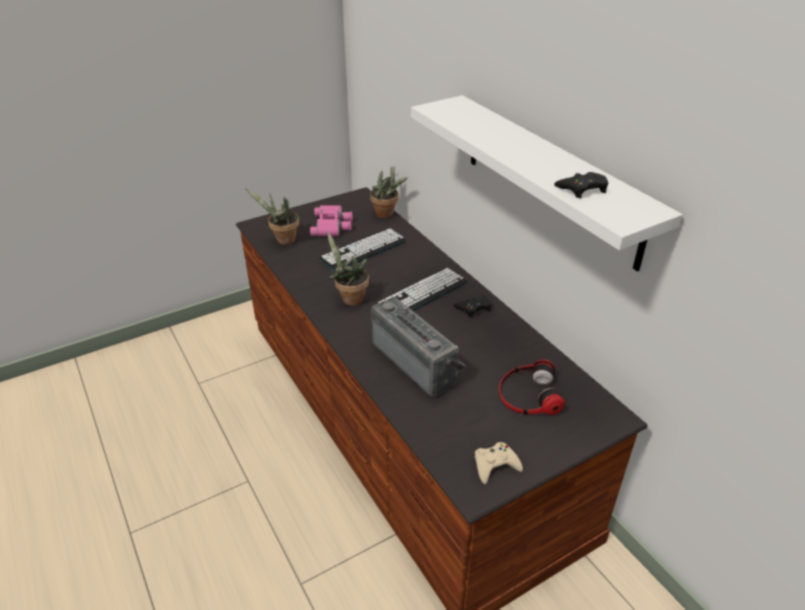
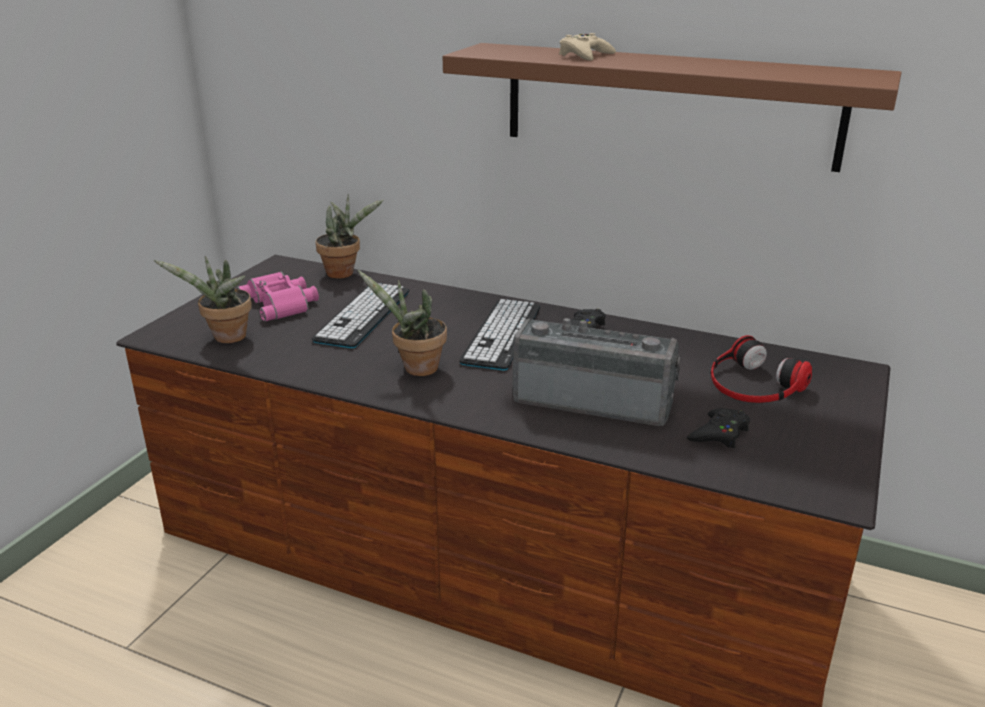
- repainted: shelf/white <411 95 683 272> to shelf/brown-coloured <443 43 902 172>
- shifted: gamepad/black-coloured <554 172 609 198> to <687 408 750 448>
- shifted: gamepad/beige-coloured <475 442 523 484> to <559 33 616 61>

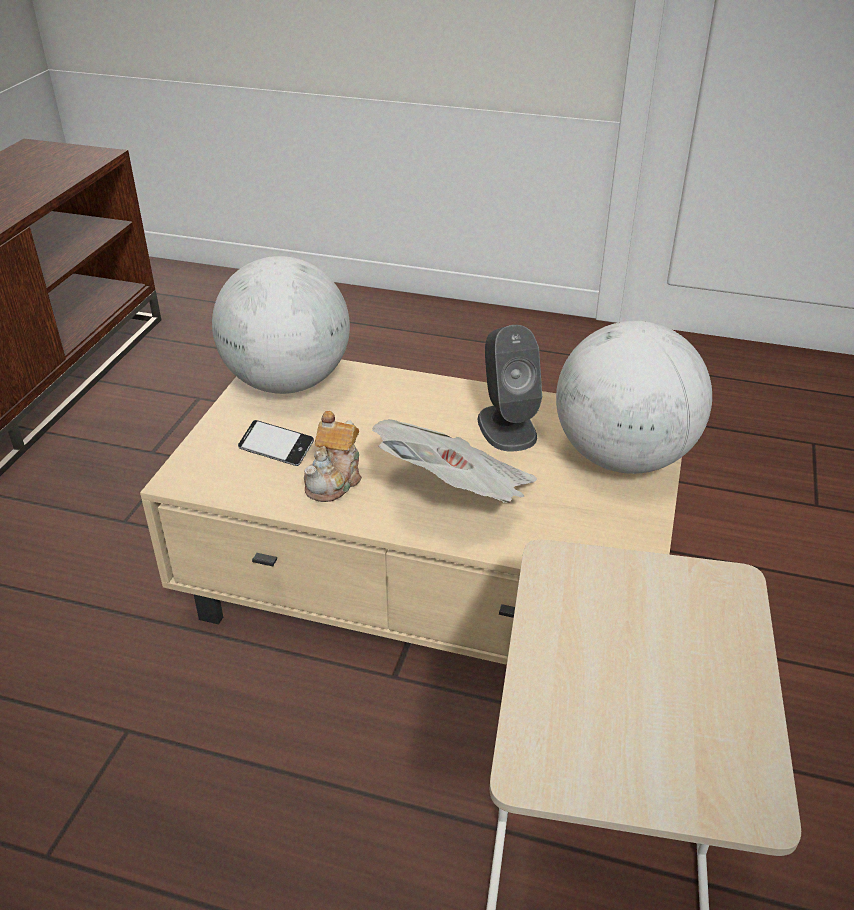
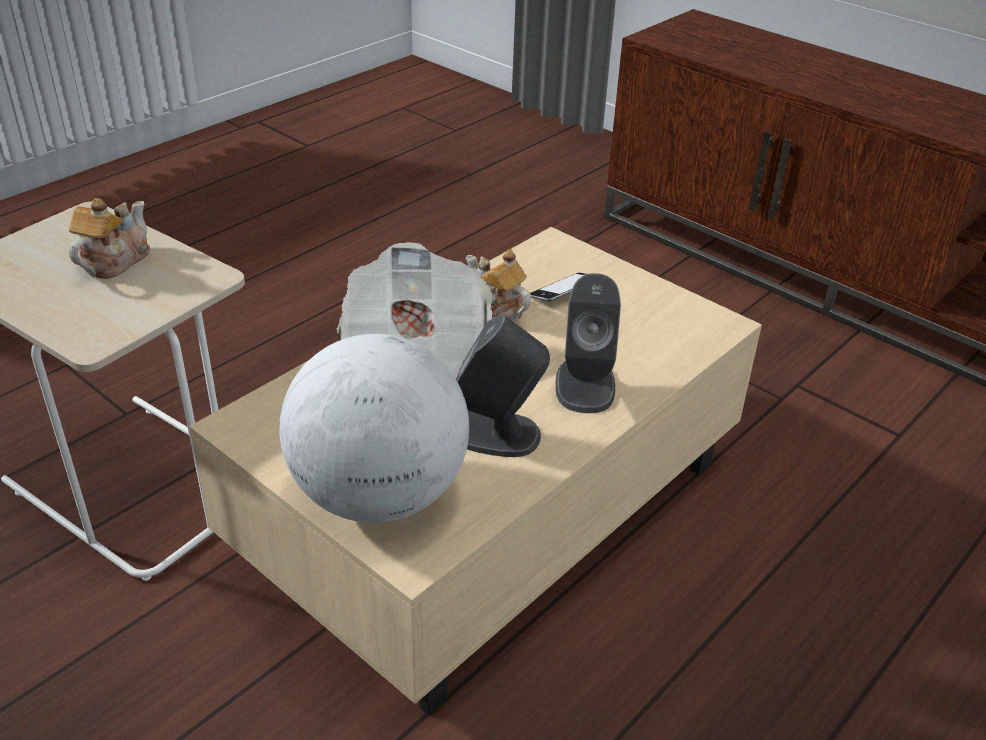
- gone: desk globe <212 256 350 394>
- new: tea pot <69 198 150 279>
- new: audio speaker/gray <555 273 621 413>

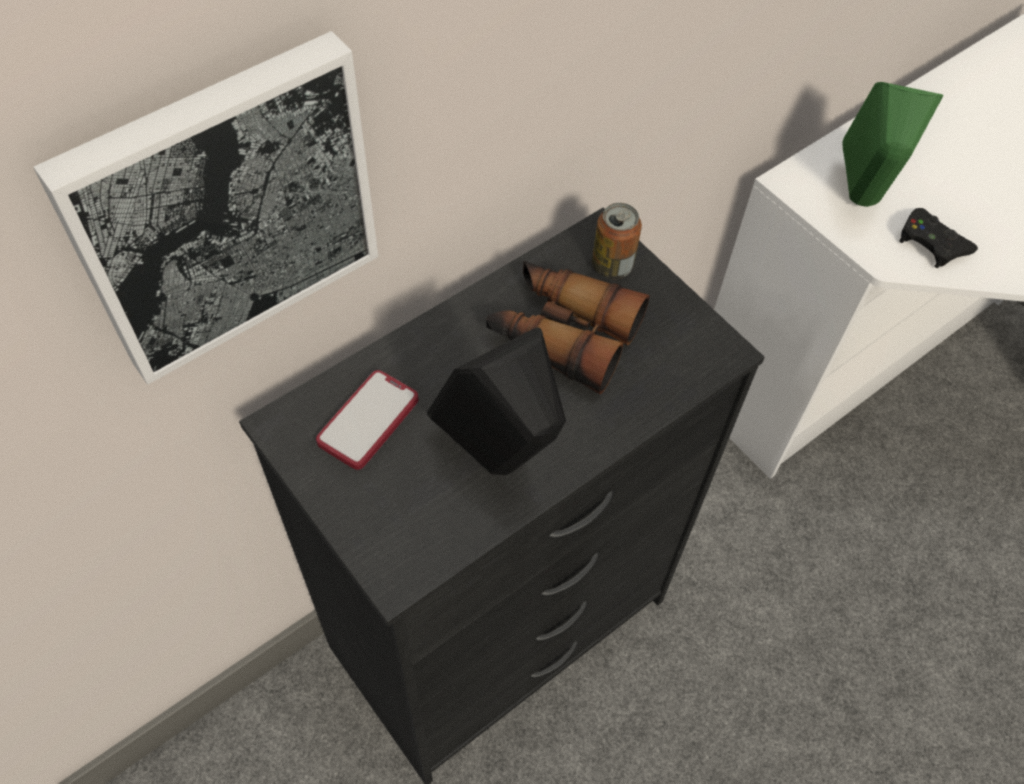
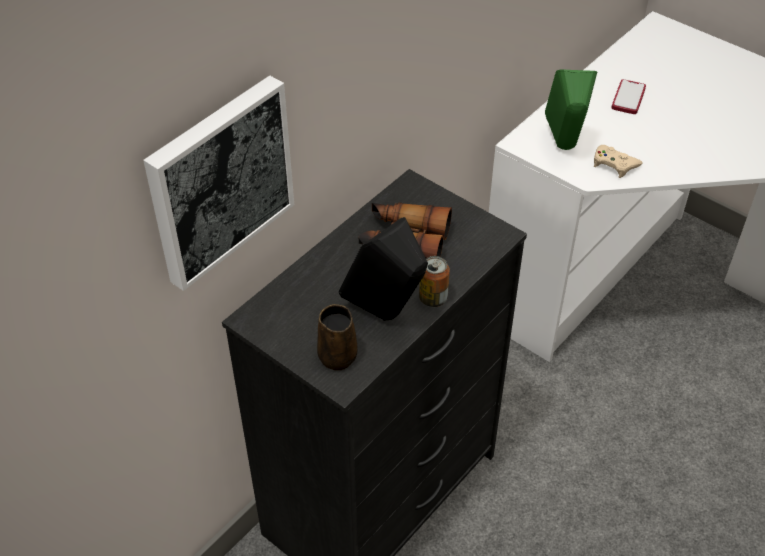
- shifted: sealed can <592 203 642 279> to <419 256 450 307>
- repainted: gamepad/black-coloured <899 208 978 268> to gamepad/beige-coloured <594 145 642 178>
- shifted: handset <316 370 418 470> to <611 79 646 114>
- new: mug/brown-coloured <317 304 358 370>

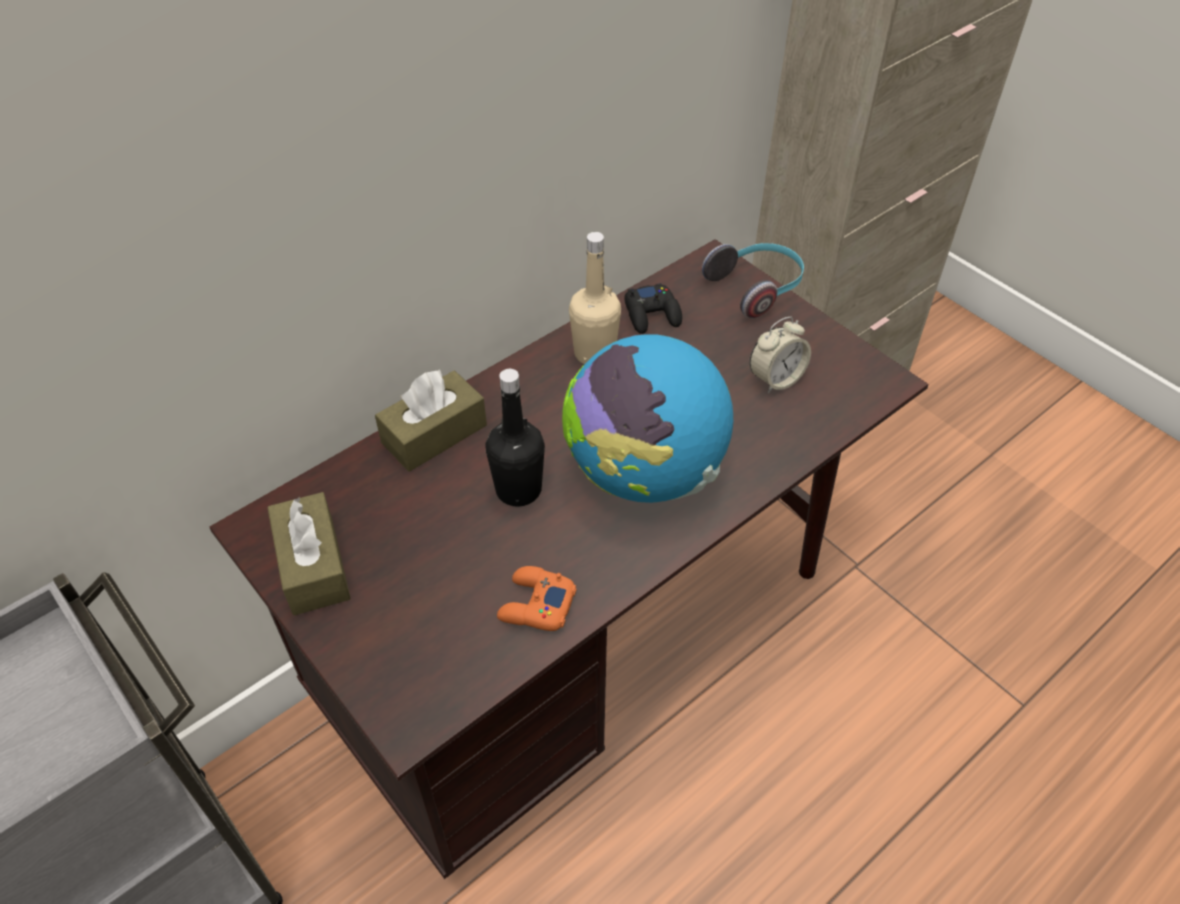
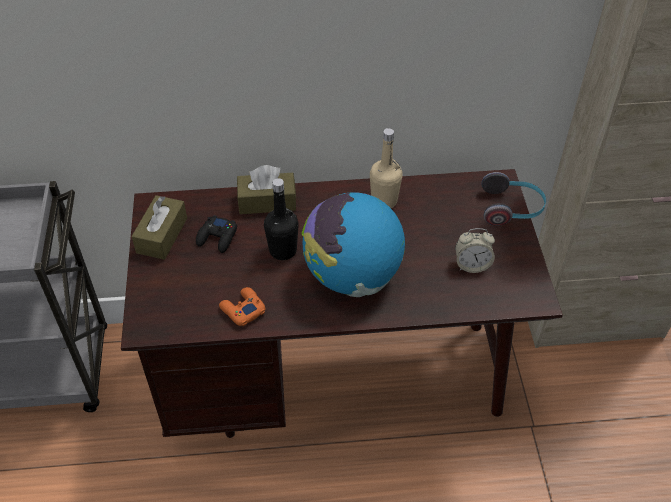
- shifted: gamepad/black-coloured <625 283 682 334> to <196 215 237 253>

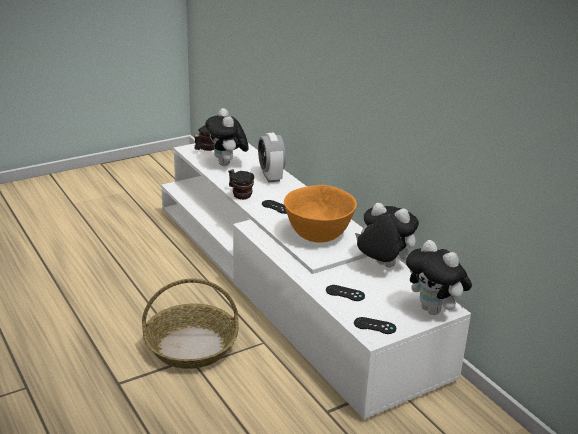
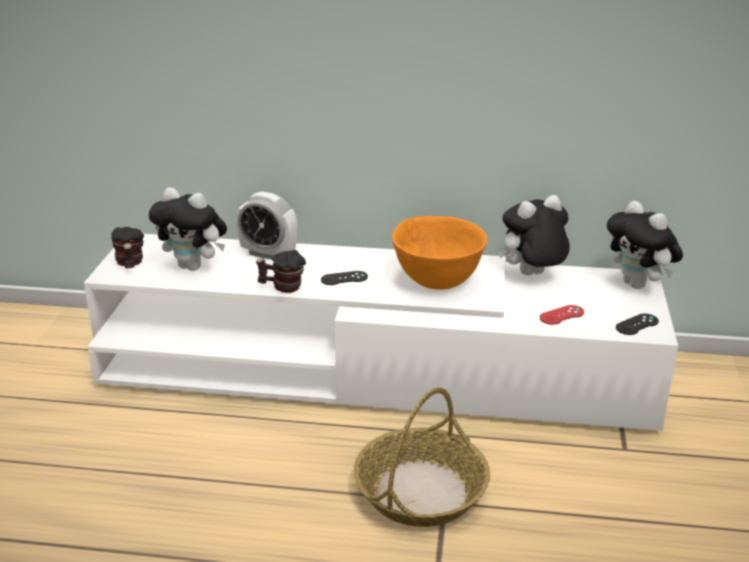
- rotated: cuddly toy <406 240 472 315> = <607 201 683 289> 60 degrees clockwise
- repainted: gamepad/black-coloured <326 285 365 301> to gamepad/red <540 305 584 325>

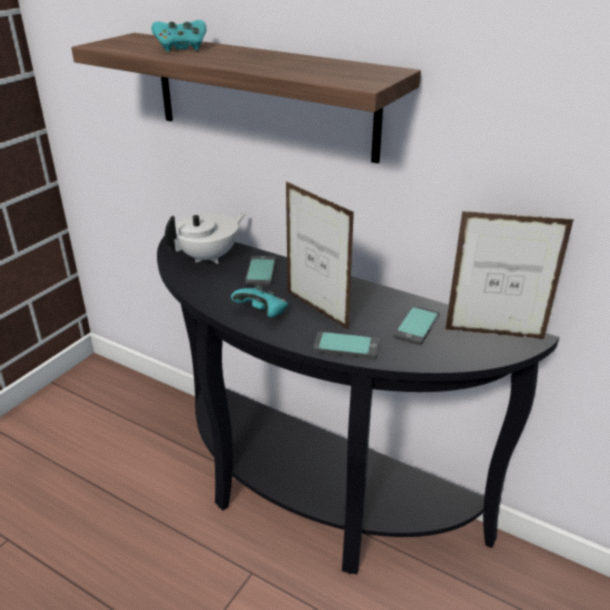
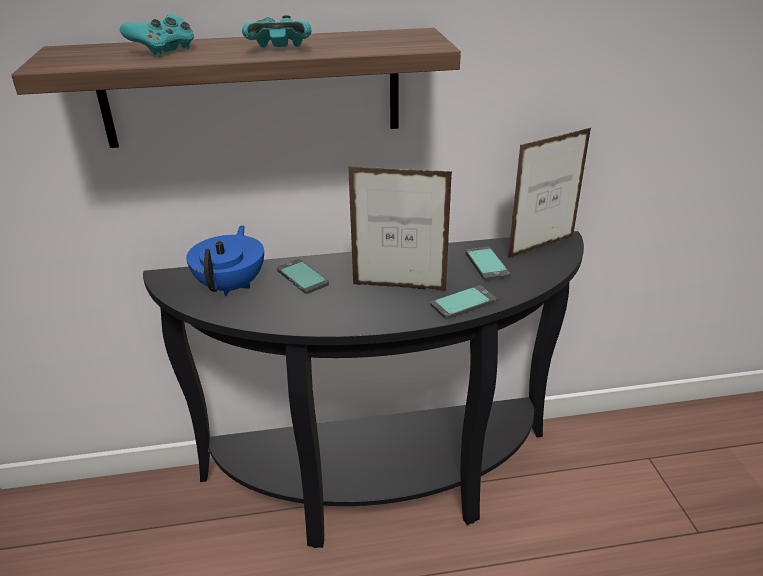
- repainted: tea pot/white <165 212 246 264> to tea pot/blue <186 225 264 296>
- shifted: gamepad/turquoise-coloured <231 285 288 317> to <242 15 311 48>

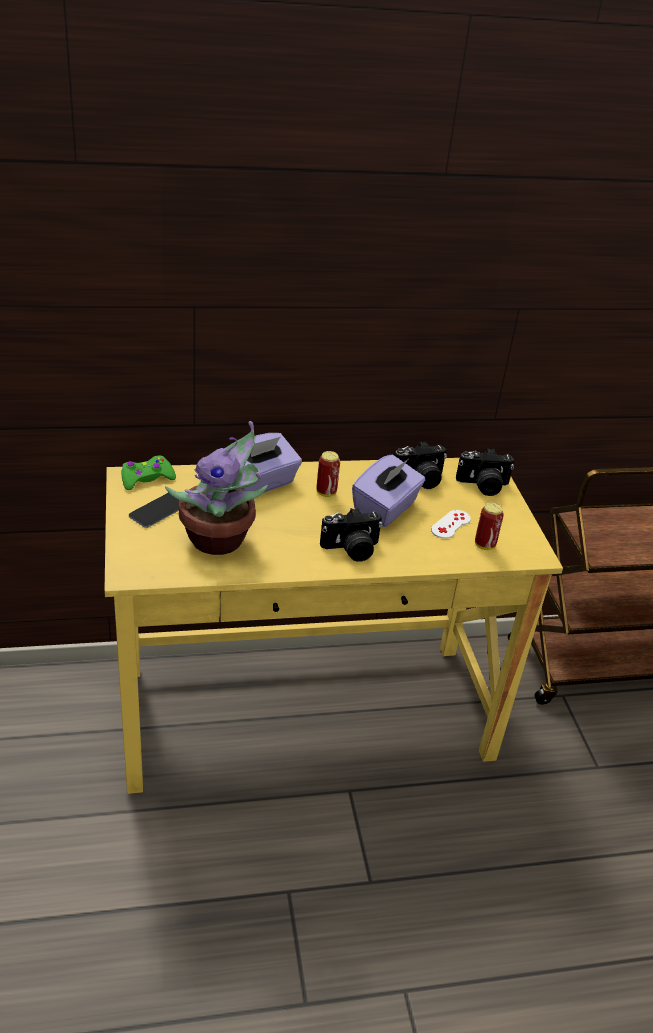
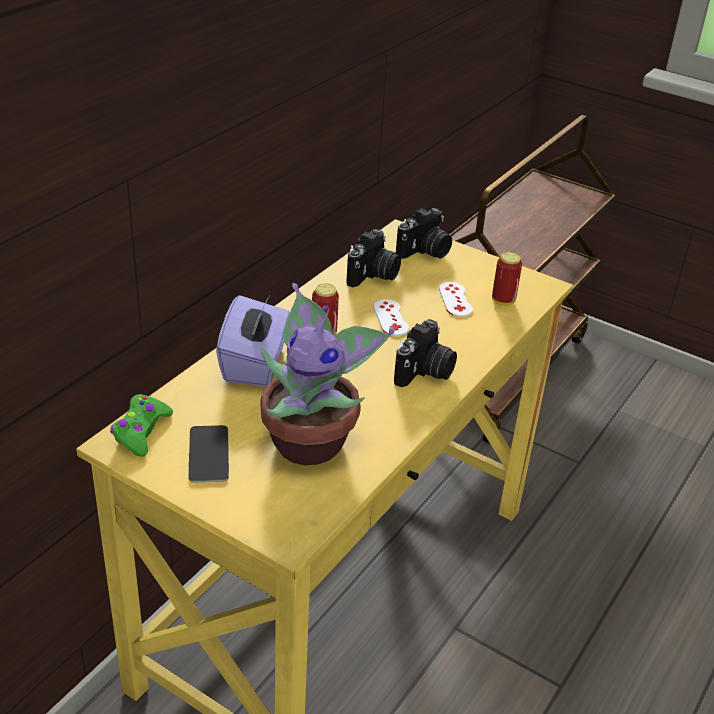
- swapped: box of tissues/purple-coloured <352 455 426 527> to gamepad/white <373 299 409 336>

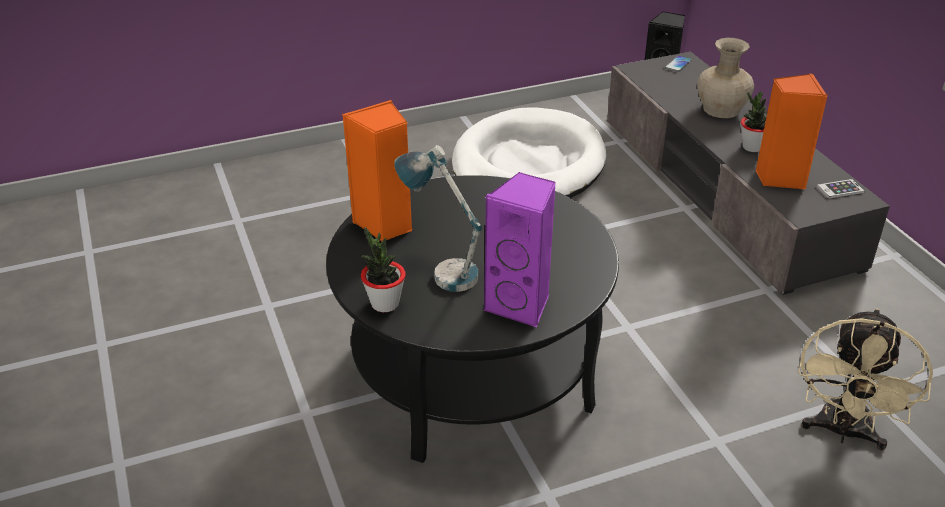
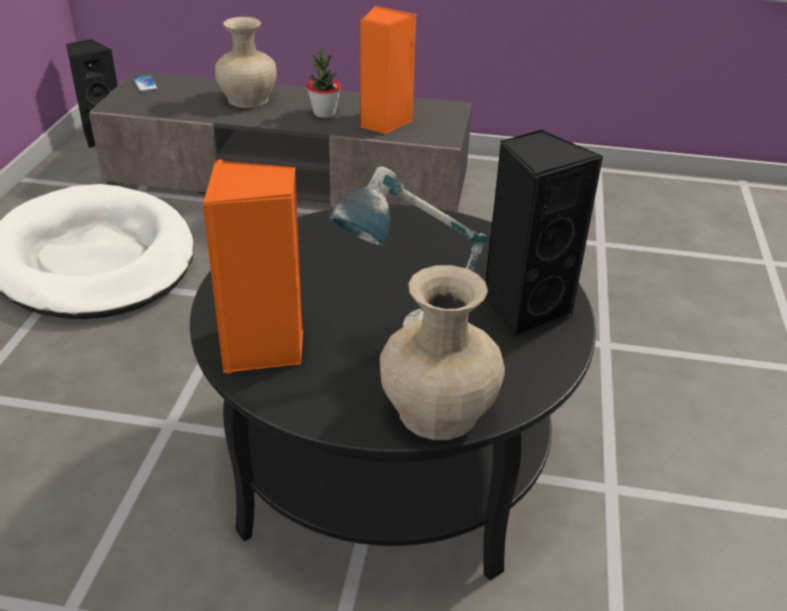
- repainted: audio speaker/purple-coloured <483 172 556 329> to audio speaker/black-coloured <485 129 603 339>
- gone: handset <817 179 865 199>
- swapped: plant in a pot <361 227 406 312> to flower vase/beige-coloured <380 265 505 440>
- gone: cooling fan/beige-coloured <798 308 933 450>

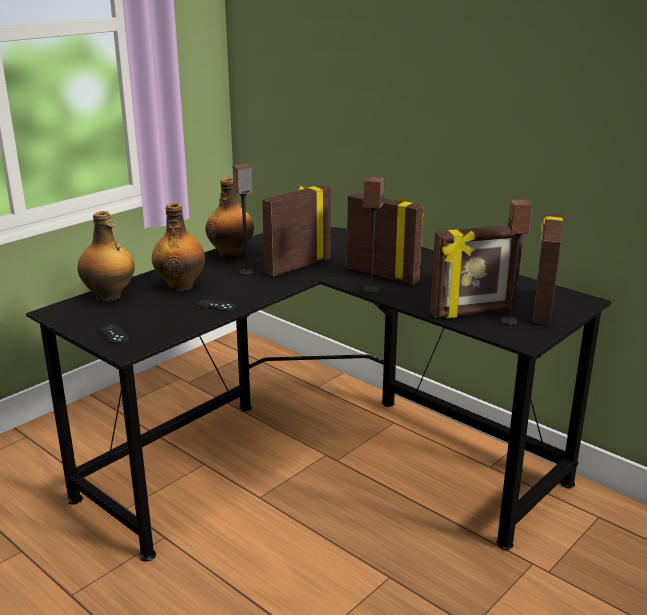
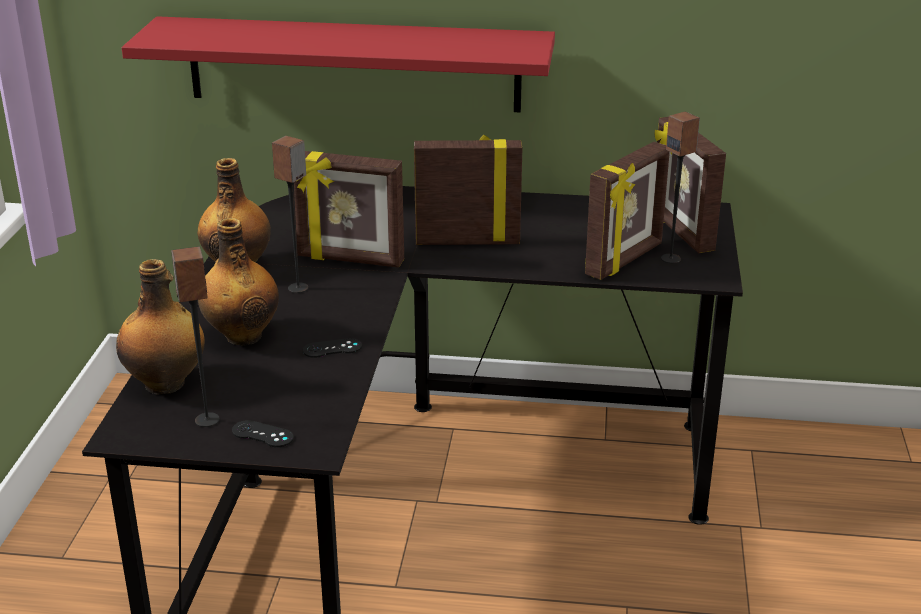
- shifted: audio speaker <363 177 384 292> to <171 246 220 427>
- rotated: photo frame <262 185 331 276> = <294 151 404 268> 90 degrees counterclockwise
- new: shelf/red <122 16 555 113>

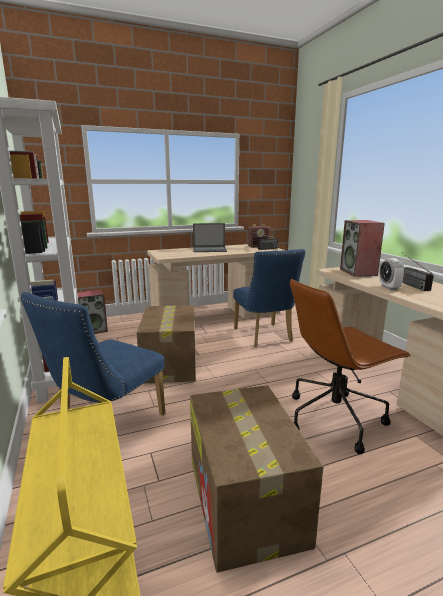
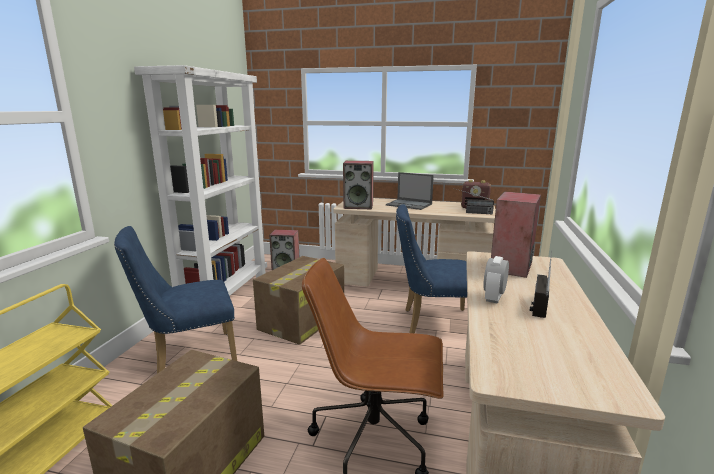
- rotated: plain chair/blue <233 249 305 347> = <396 204 467 333> 75 degrees clockwise
- new: audio speaker <343 161 374 209>

